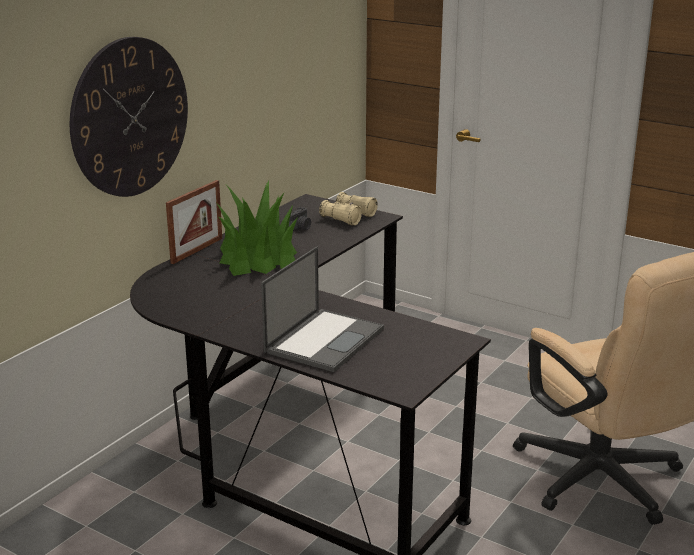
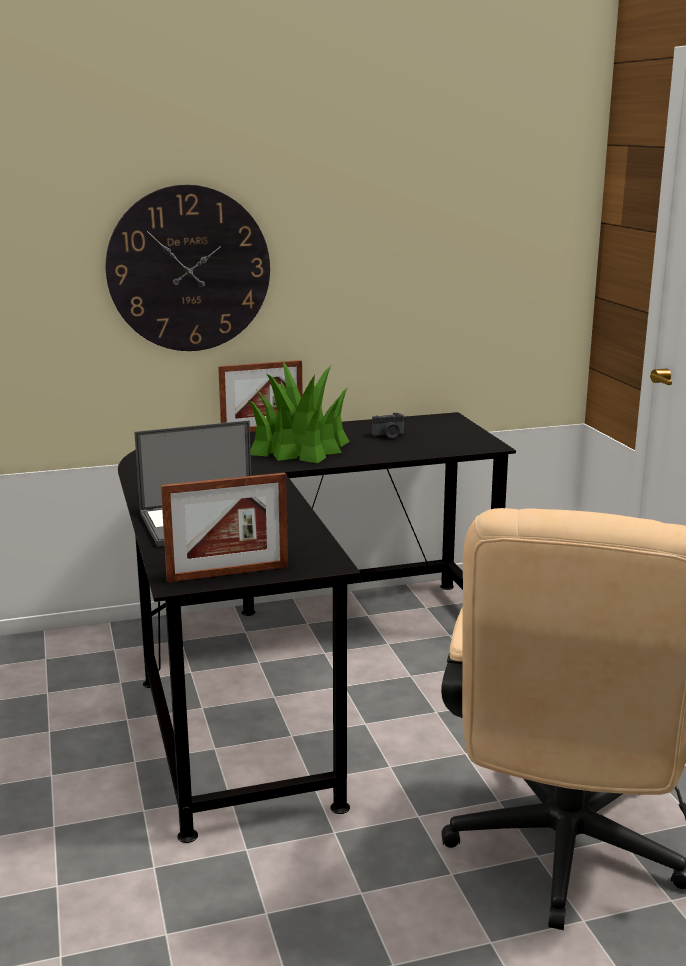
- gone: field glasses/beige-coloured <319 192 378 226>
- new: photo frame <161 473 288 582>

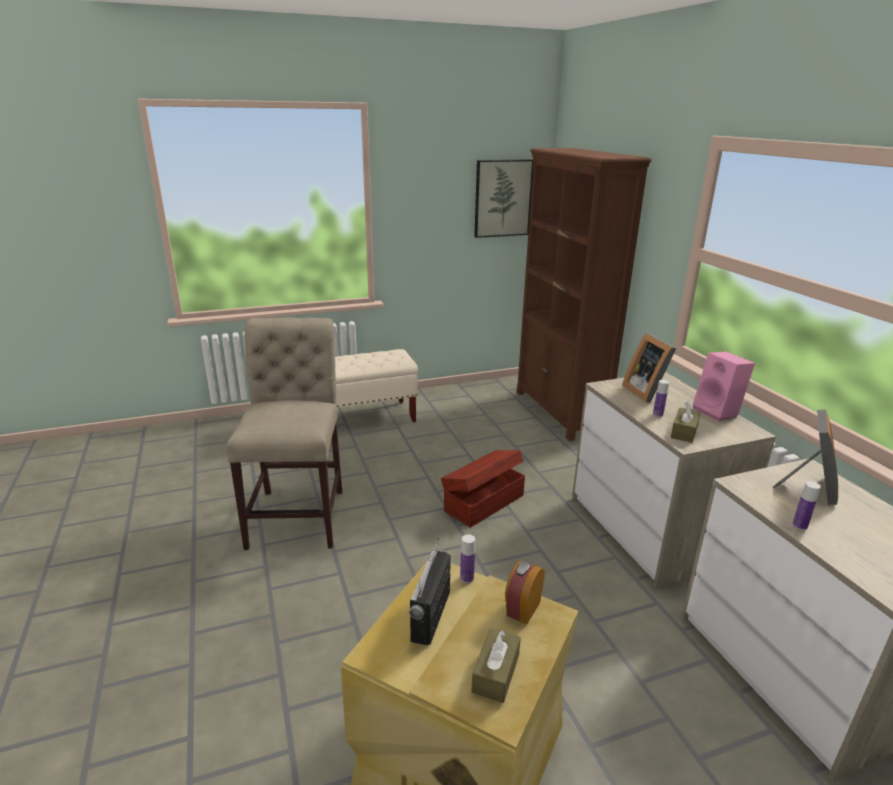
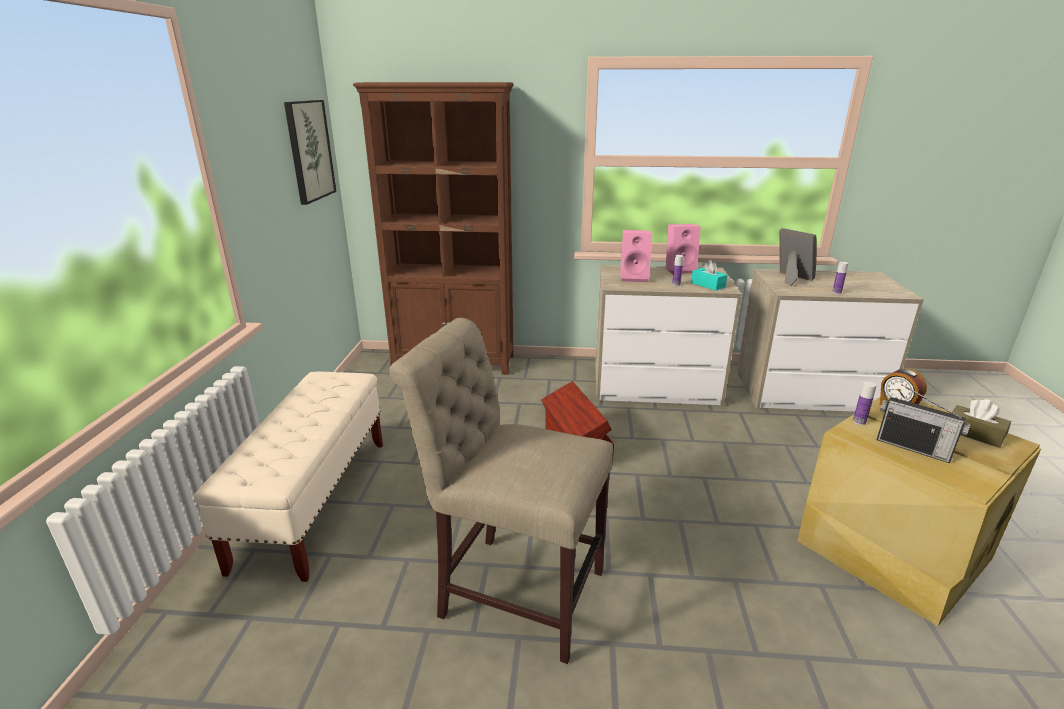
- swapped: photo frame <622 333 676 403> to audio speaker/pinkish <620 230 652 282>
- repainted: box of tissues/brown-coloured <671 401 701 443> to box of tissues/turquoise-coloured <691 260 727 291>

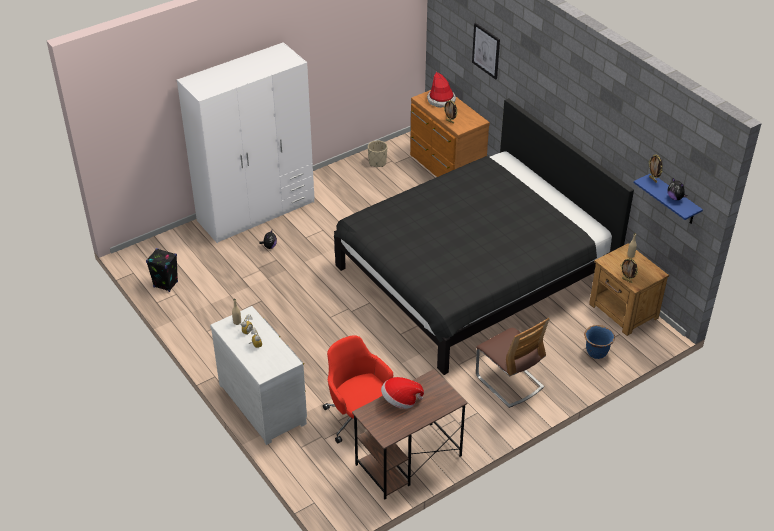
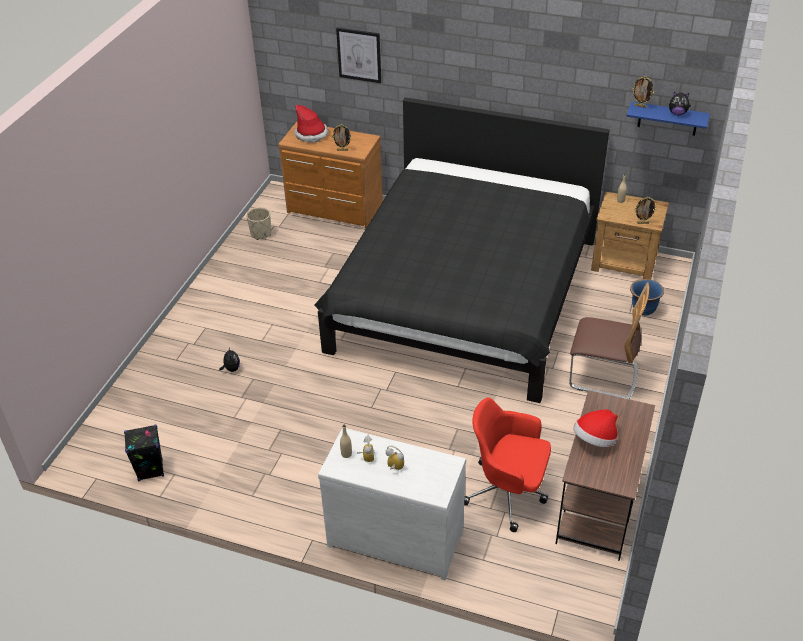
- gone: wardrobe/white <177 42 314 243>

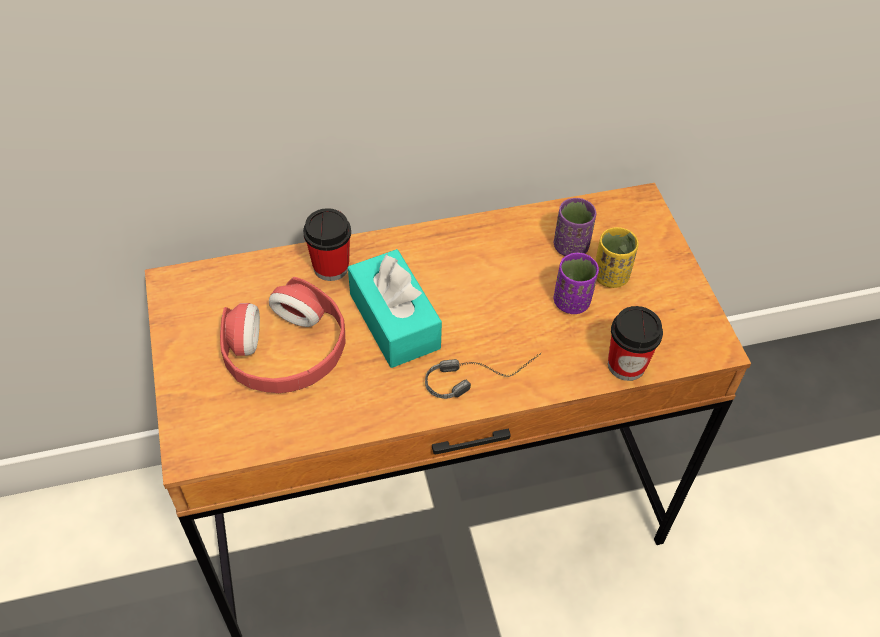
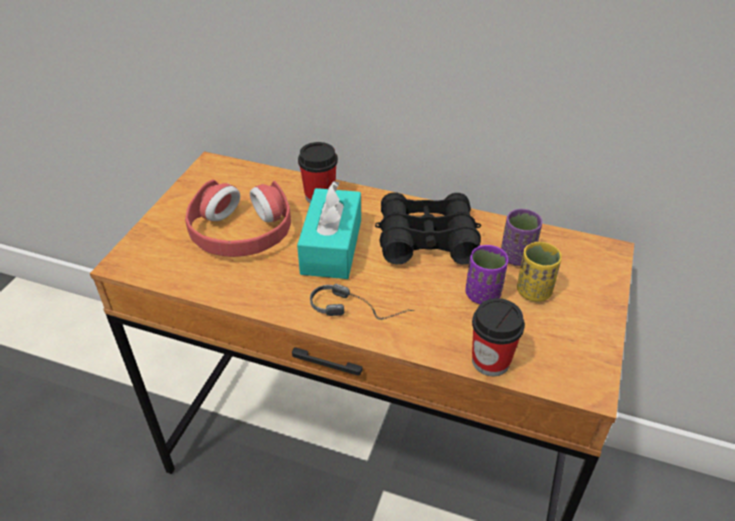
- new: field glasses/black-coloured <375 192 481 265>

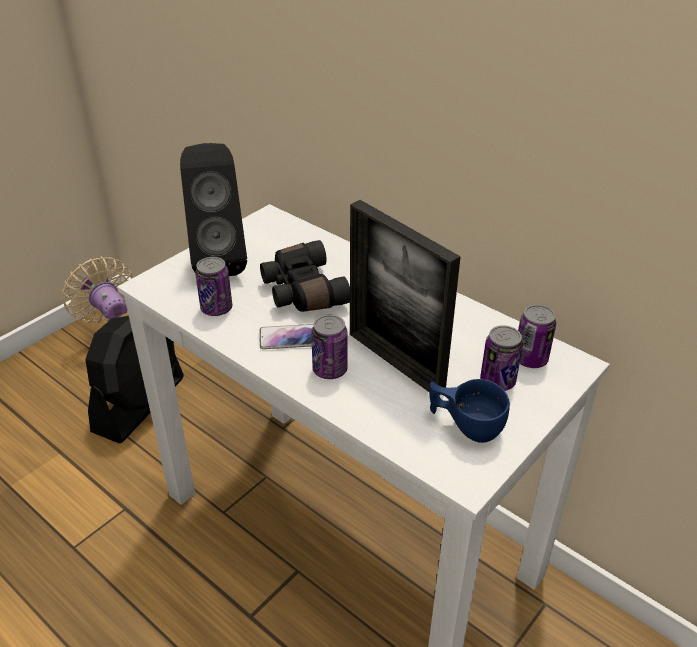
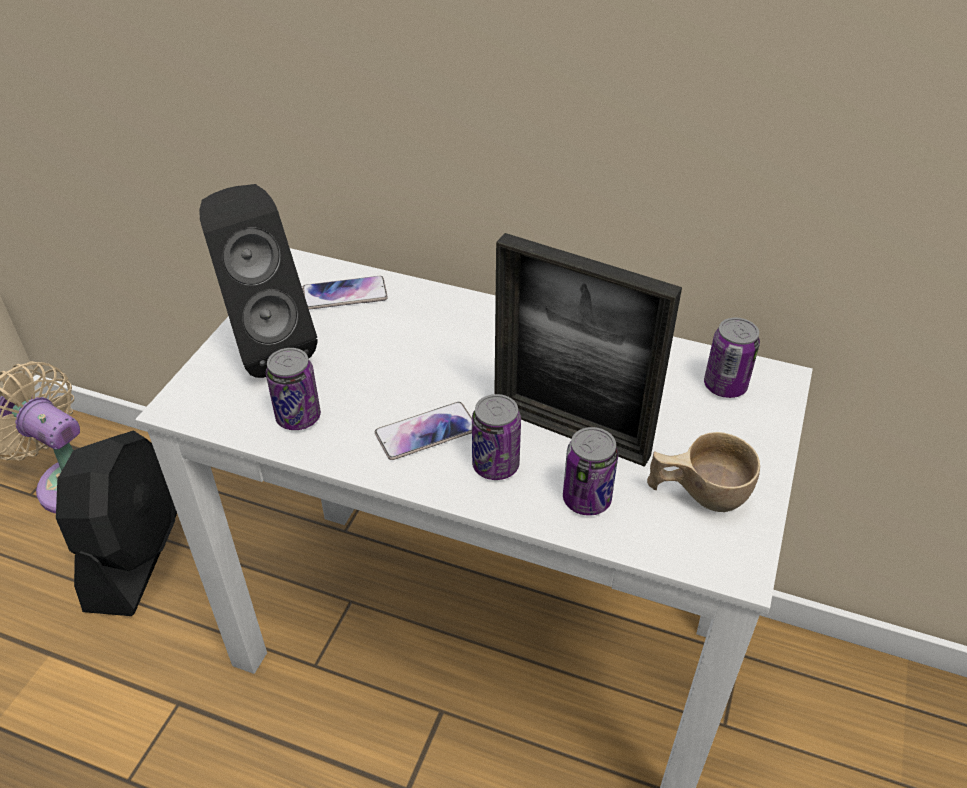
- gone: field glasses/black-coloured <260 240 350 312>
- shifted: sealed can <480 325 523 391> to <563 427 618 516>
- repainted: drinking cup/blue <429 379 510 443> to drinking cup/beige-coloured <647 432 760 512>
- new: handset <302 276 388 310>

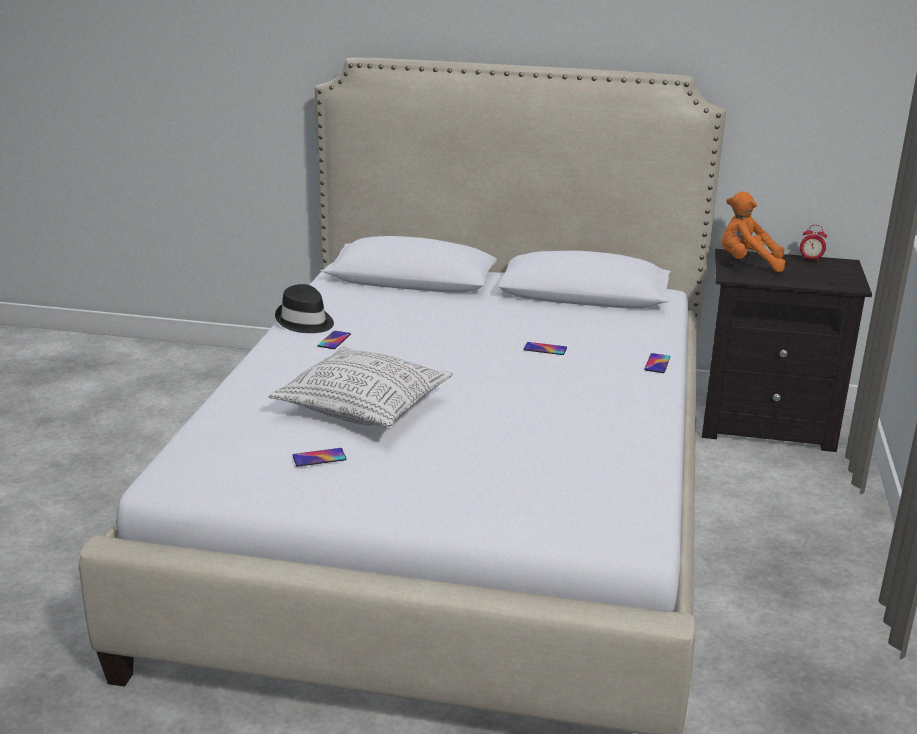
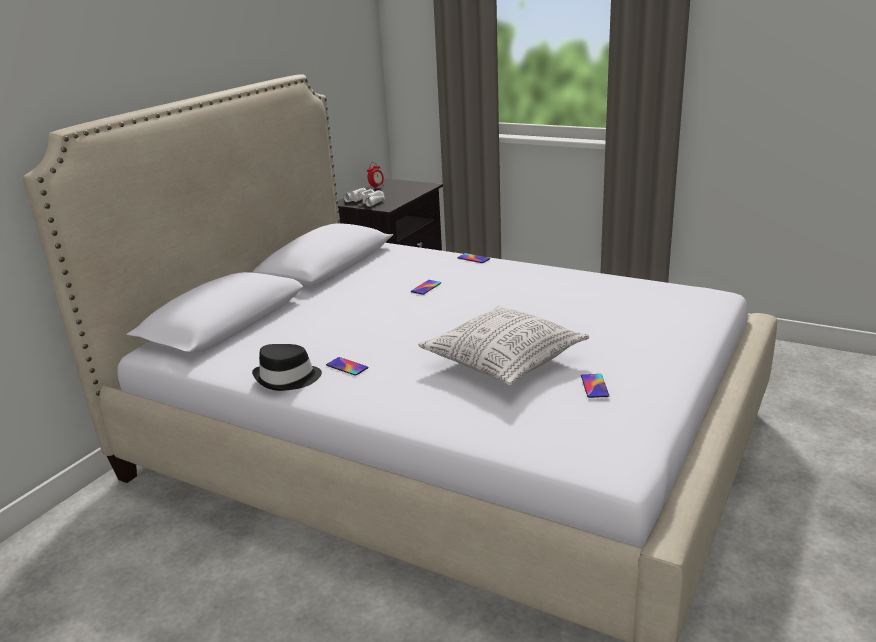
- swapped: cuddly toy/orangey <721 191 786 272> to field glasses/white <343 187 385 207>

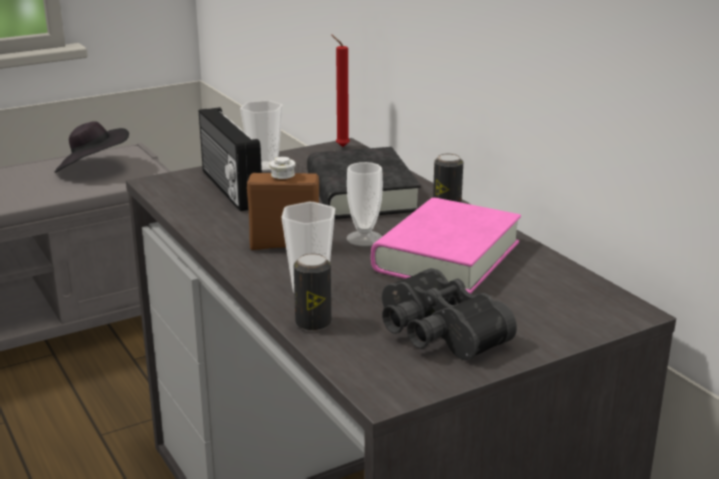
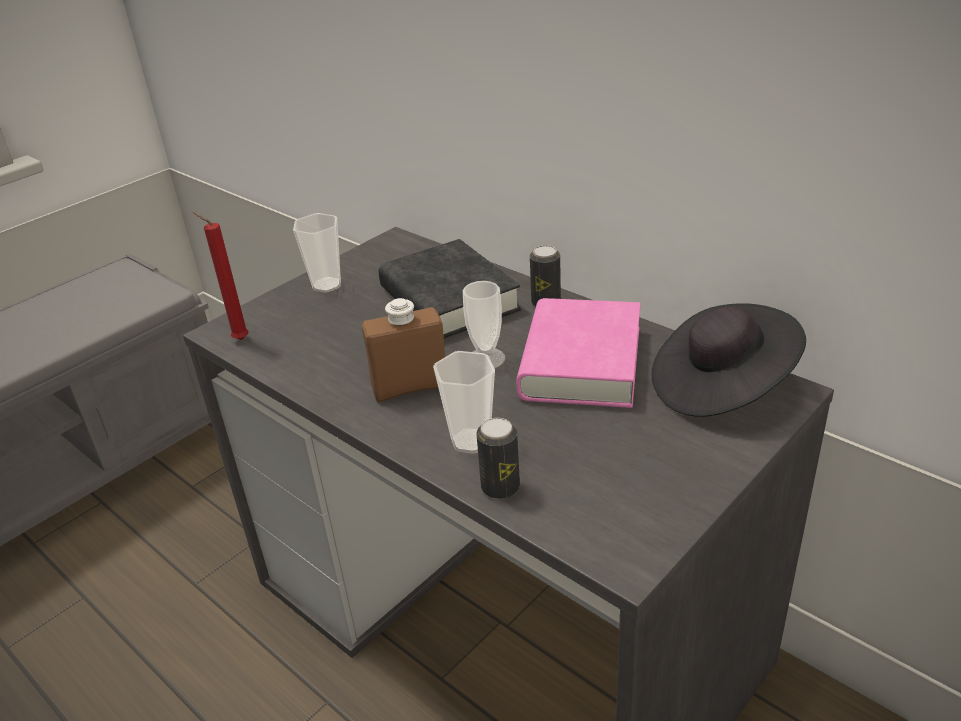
- shifted: wax candle/red <331 34 350 147> to <192 212 249 340>
- gone: radio receiver <199 107 262 211>
- shifted: clothing hat/black-coloured <55 121 129 173> to <651 303 806 417>
- gone: field glasses/black-coloured <382 268 517 360>

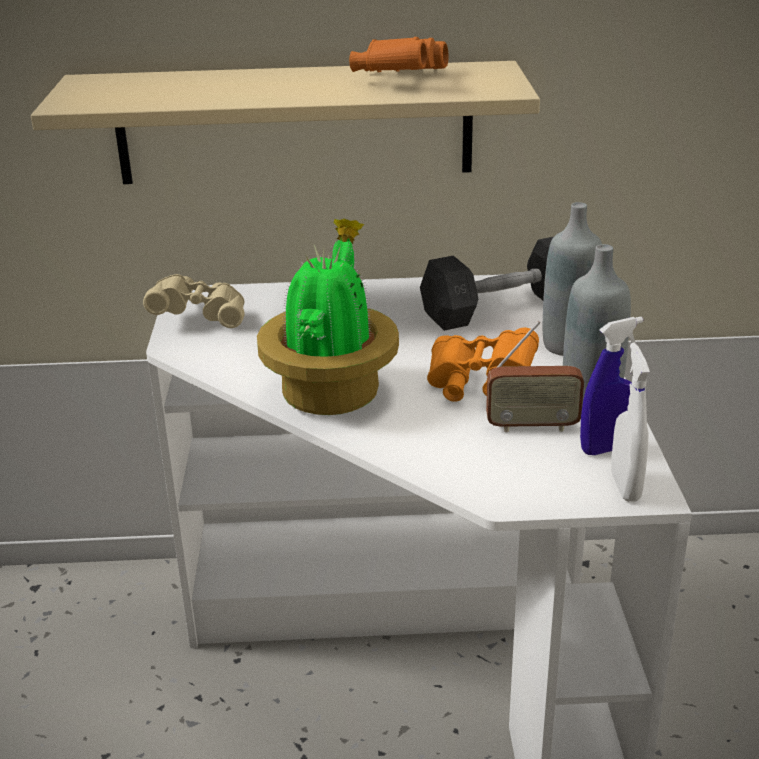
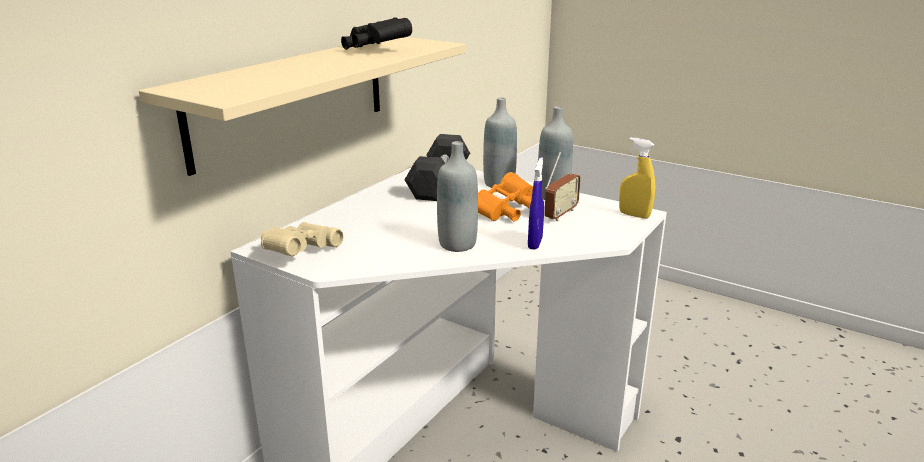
- repainted: field glasses/orangey <349 37 449 72> to field glasses/black-coloured <341 17 412 50>
- swapped: plant in a pot <257 218 399 415> to drink bottle/gray <437 141 478 252>
- shifted: spray bottle/blue <580 317 643 455> to <528 157 544 250>
- repainted: spray bottle/white <611 343 650 502> to spray bottle/yellow-coloured <619 137 655 219>

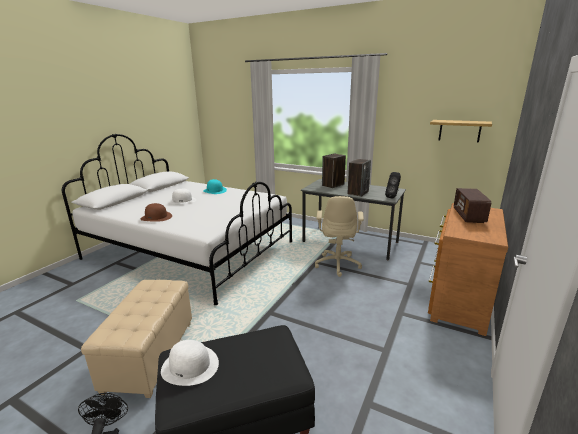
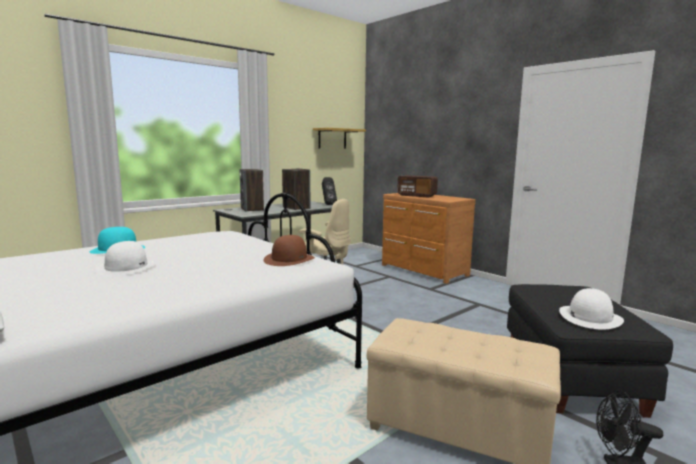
- shifted: clothing hat/brown-coloured <141 203 172 222> to <264 235 315 266>

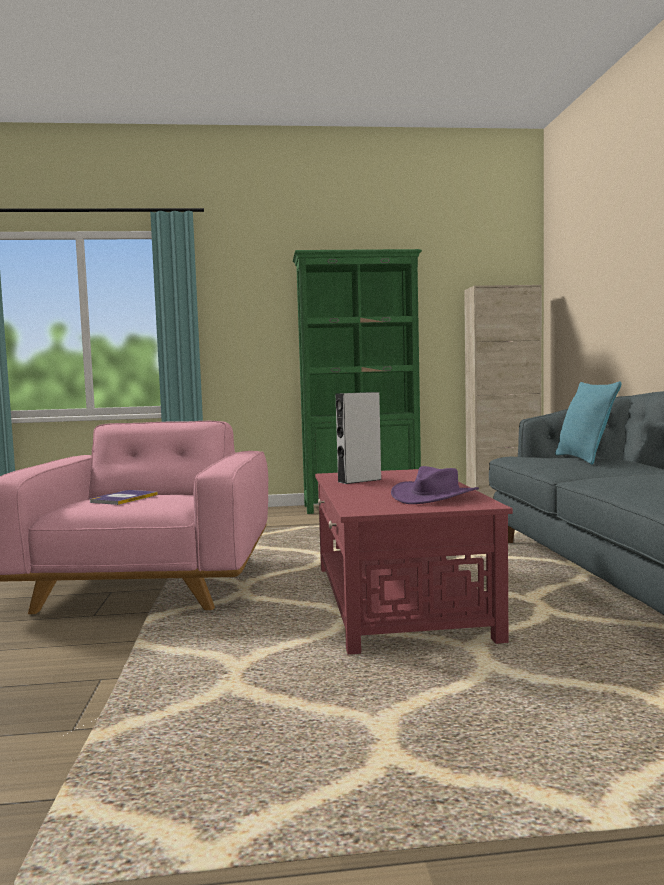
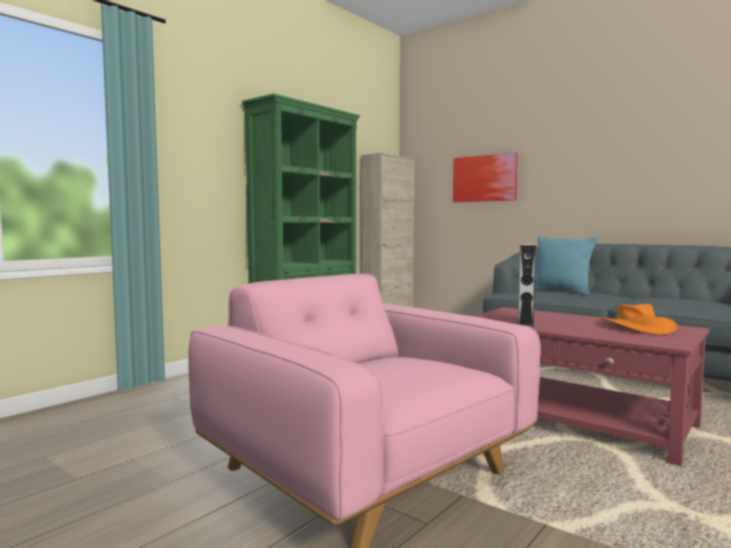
- repainted: clothing hat/purple-coloured <391 466 479 504> to clothing hat/orangey <600 304 677 335>
- gone: volume <90 490 158 505>
- new: wall picture <453 153 518 202>

